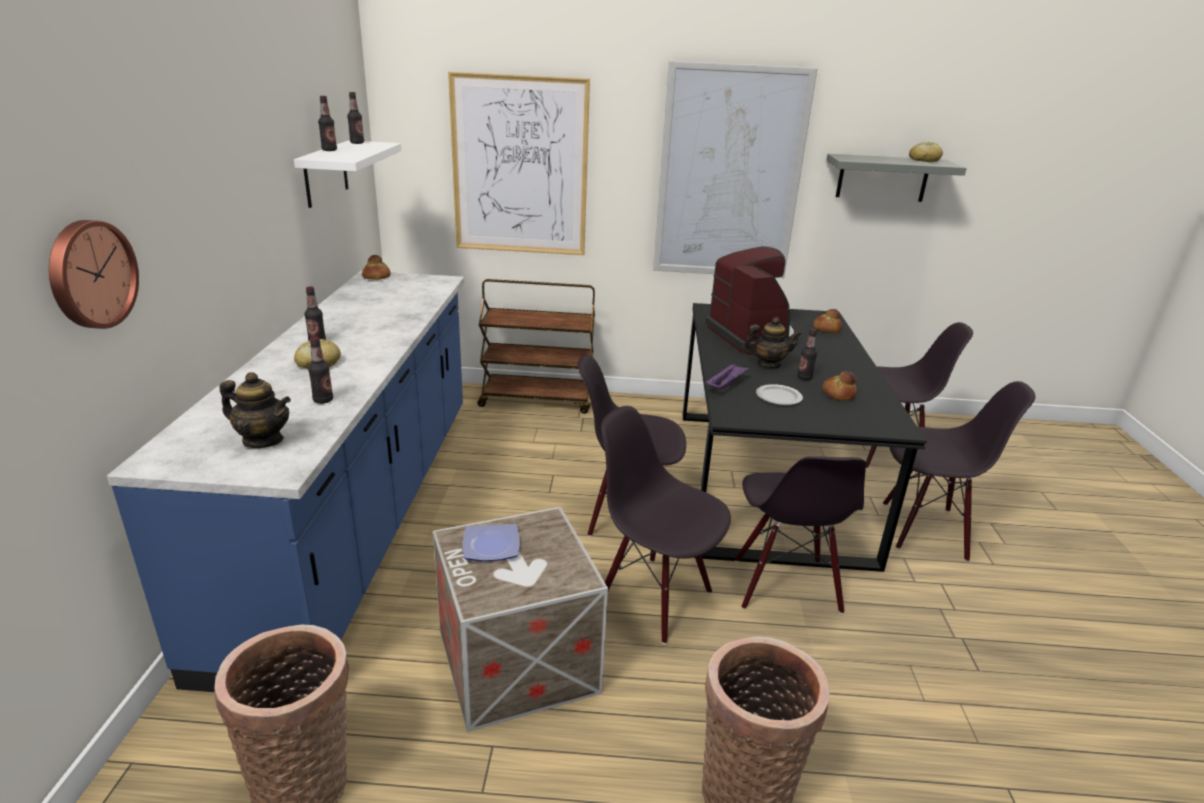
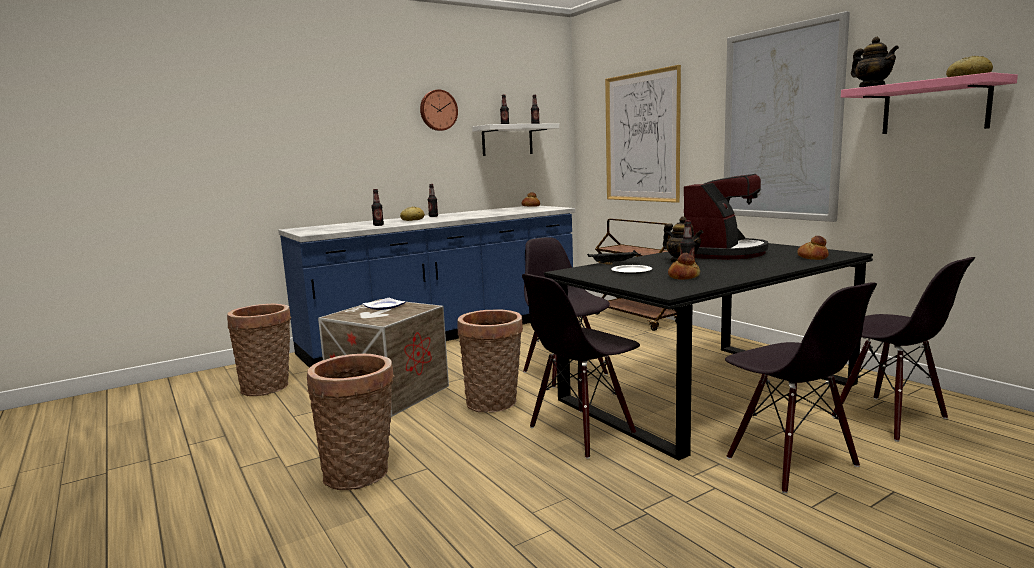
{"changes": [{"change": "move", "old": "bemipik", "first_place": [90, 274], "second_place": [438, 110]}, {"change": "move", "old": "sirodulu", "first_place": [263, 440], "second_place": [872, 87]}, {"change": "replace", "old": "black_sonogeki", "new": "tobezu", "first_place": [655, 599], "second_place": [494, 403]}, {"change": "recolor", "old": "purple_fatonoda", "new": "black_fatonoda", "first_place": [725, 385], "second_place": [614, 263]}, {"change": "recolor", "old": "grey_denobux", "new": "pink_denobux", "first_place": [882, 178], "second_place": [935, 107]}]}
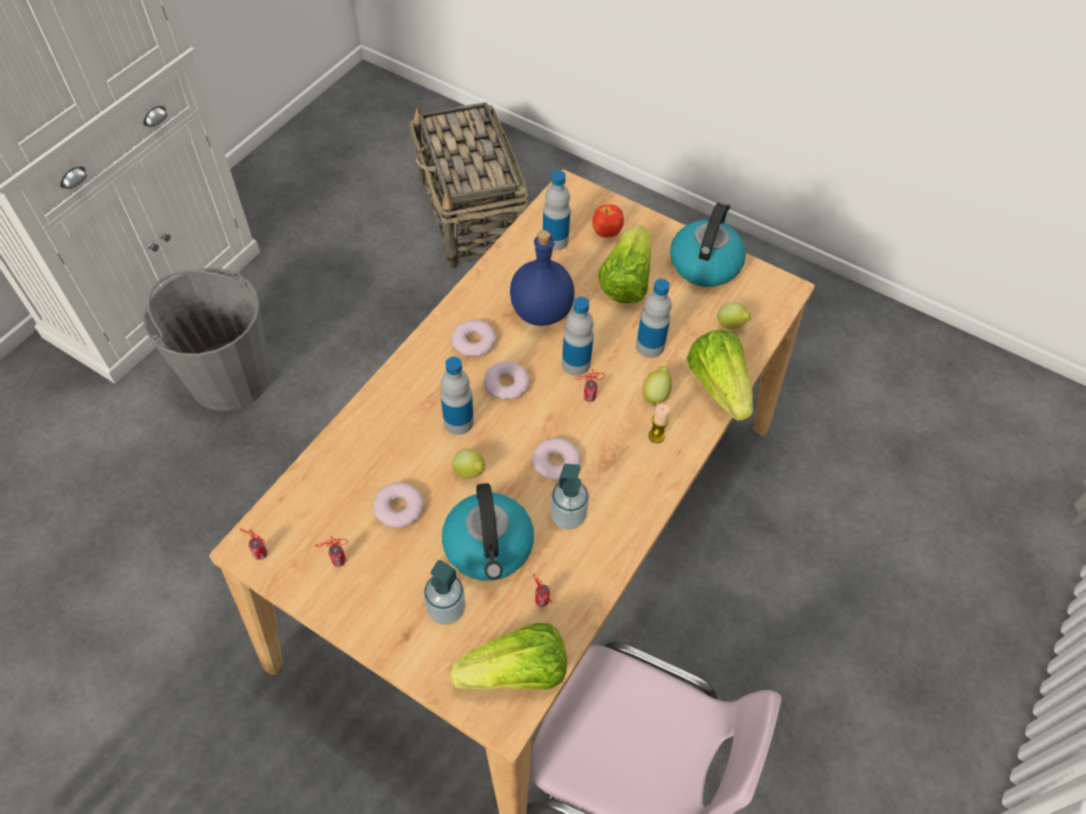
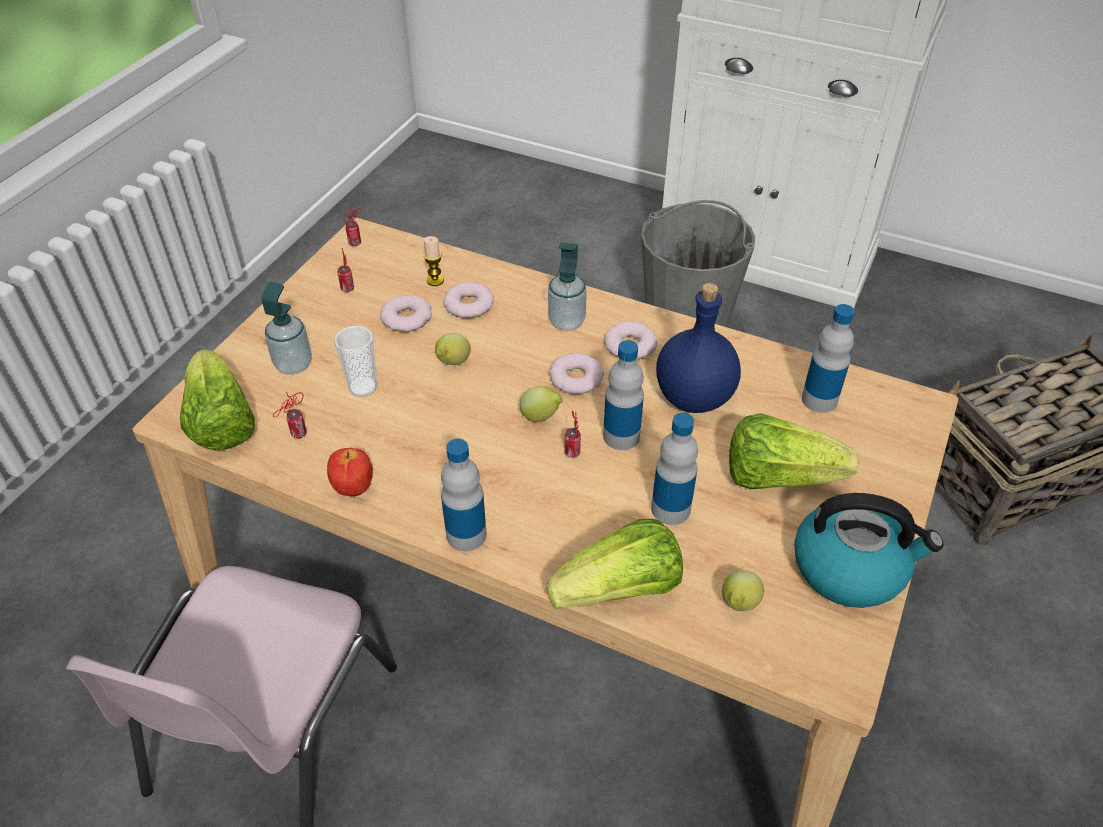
{"changes": [{"change": "move", "old": "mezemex", "first_place": [458, 421], "second_place": [466, 535]}, {"change": "replace", "old": "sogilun", "new": "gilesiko", "first_place": [489, 547], "second_place": [363, 387]}, {"change": "move", "old": "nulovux", "first_place": [555, 462], "second_place": [468, 305]}, {"change": "move", "old": "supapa", "first_place": [568, 516], "second_place": [566, 322]}, {"change": "move", "old": "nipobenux", "first_place": [606, 233], "second_place": [353, 488]}, {"change": "move", "old": "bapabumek", "first_place": [656, 394], "second_place": [541, 417]}, {"change": "move", "old": "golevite", "first_place": [656, 436], "second_place": [435, 280]}]}
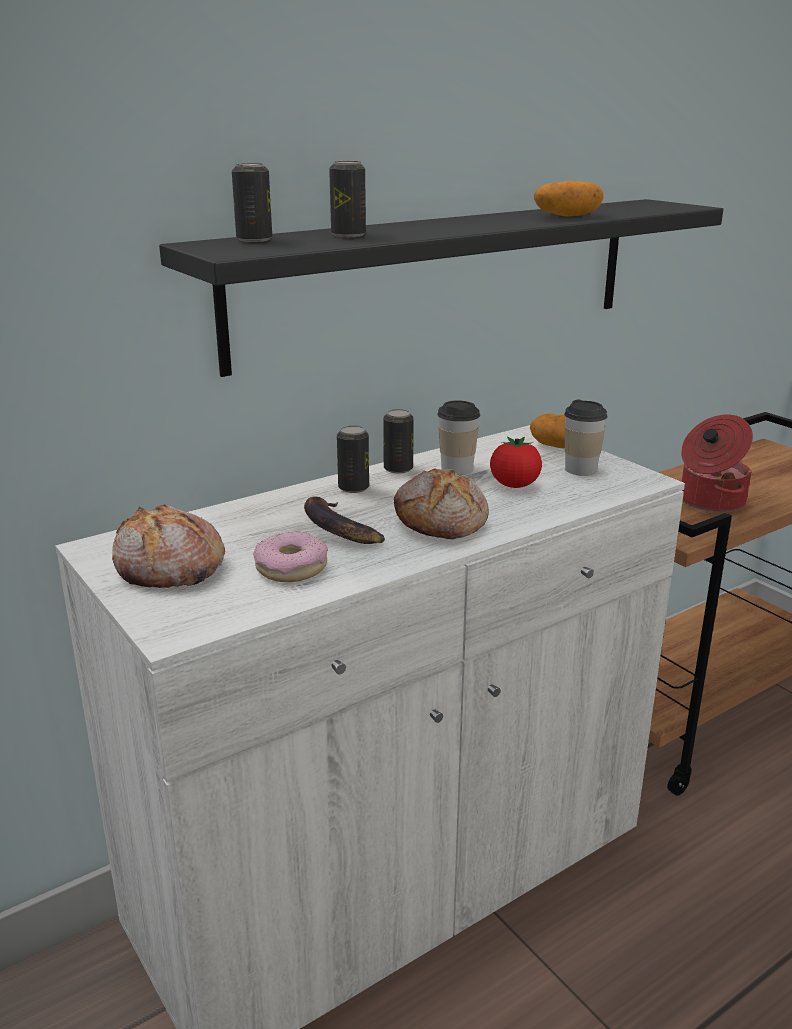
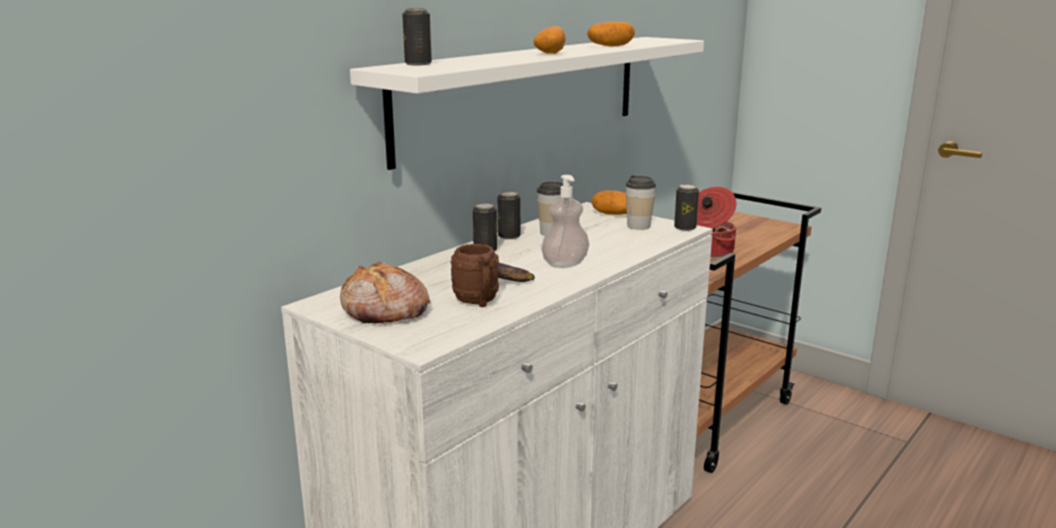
{"changes": [{"change": "recolor", "old": "black_denobux", "new": "white_denobux", "first_place": [442, 279], "second_place": [525, 94]}, {"change": "replace", "old": "nulovux", "new": "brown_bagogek", "first_place": [291, 568], "second_place": [478, 301]}, {"change": "move", "old": "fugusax", "first_place": [348, 235], "second_place": [685, 228]}, {"change": "replace", "old": "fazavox", "new": "supapa", "first_place": [442, 521], "second_place": [565, 264]}, {"change": "delete", "old": "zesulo", "first_place": [514, 485]}, {"change": "insert", "new": "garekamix", "second_place": [550, 54]}]}
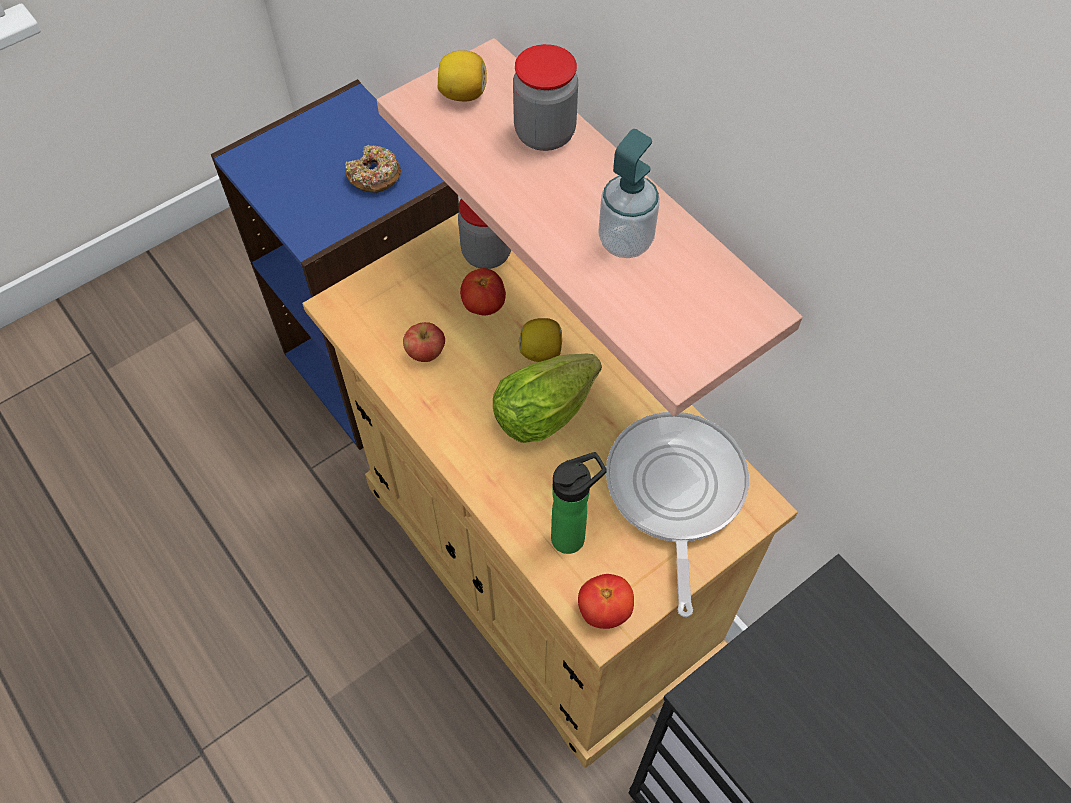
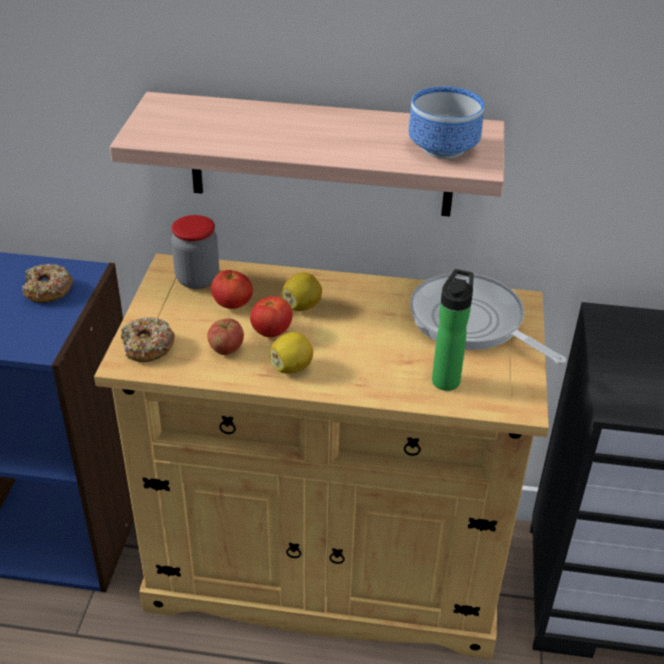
{"changes": [{"change": "move", "old": "bapabumek", "first_place": [463, 94], "second_place": [291, 367]}, {"change": "delete", "old": "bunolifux", "first_place": [549, 409]}, {"change": "delete", "old": "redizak", "first_place": [545, 134]}, {"change": "move", "old": "zesulo", "first_place": [604, 610], "second_place": [271, 332]}, {"change": "delete", "old": "supapa", "first_place": [625, 241]}, {"change": "insert", "new": "nulovux", "second_place": [147, 347]}, {"change": "insert", "new": "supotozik", "second_place": [439, 148]}]}
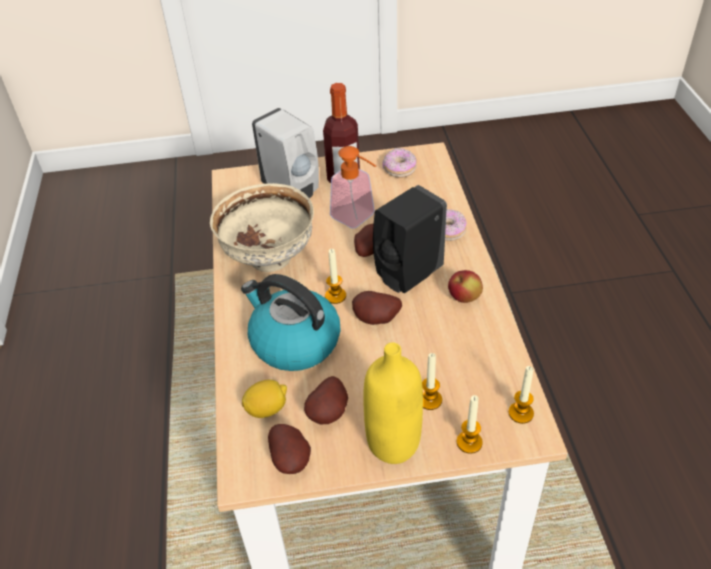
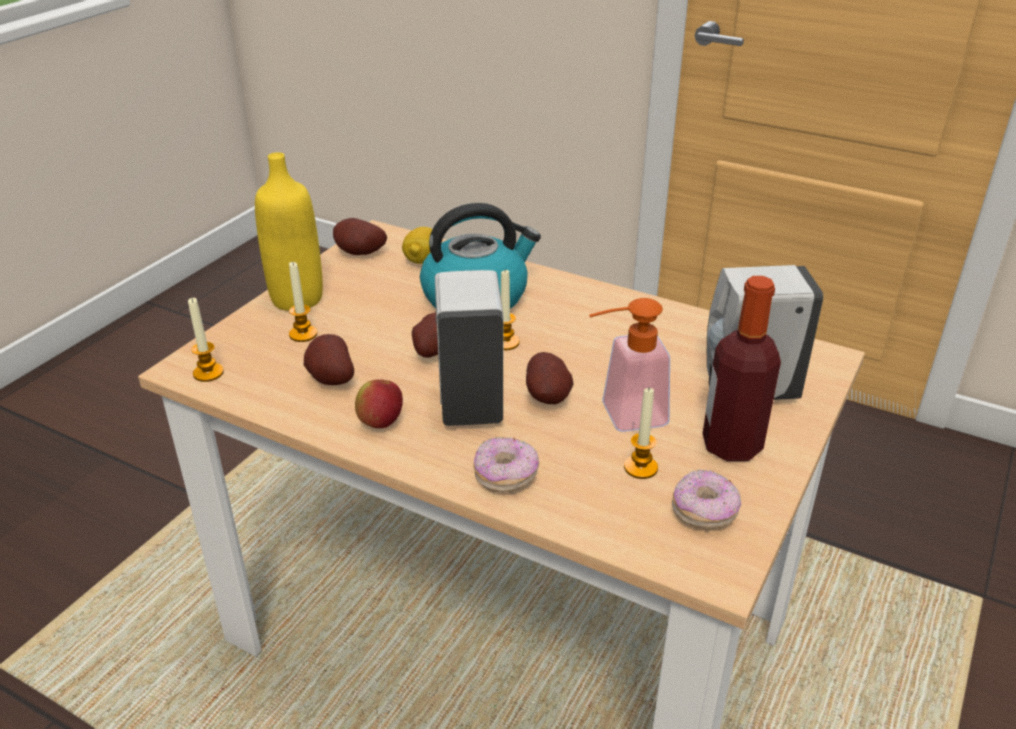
{"changes": [{"change": "delete", "old": "beige_supotozik", "first_place": [268, 258]}, {"change": "move", "old": "garekamix", "first_place": [330, 413], "second_place": [329, 379]}, {"change": "recolor", "old": "black_supapa", "new": "white_supapa", "first_place": [407, 276], "second_place": [470, 401]}, {"change": "move", "old": "golevite", "first_place": [469, 442], "second_place": [640, 468]}]}
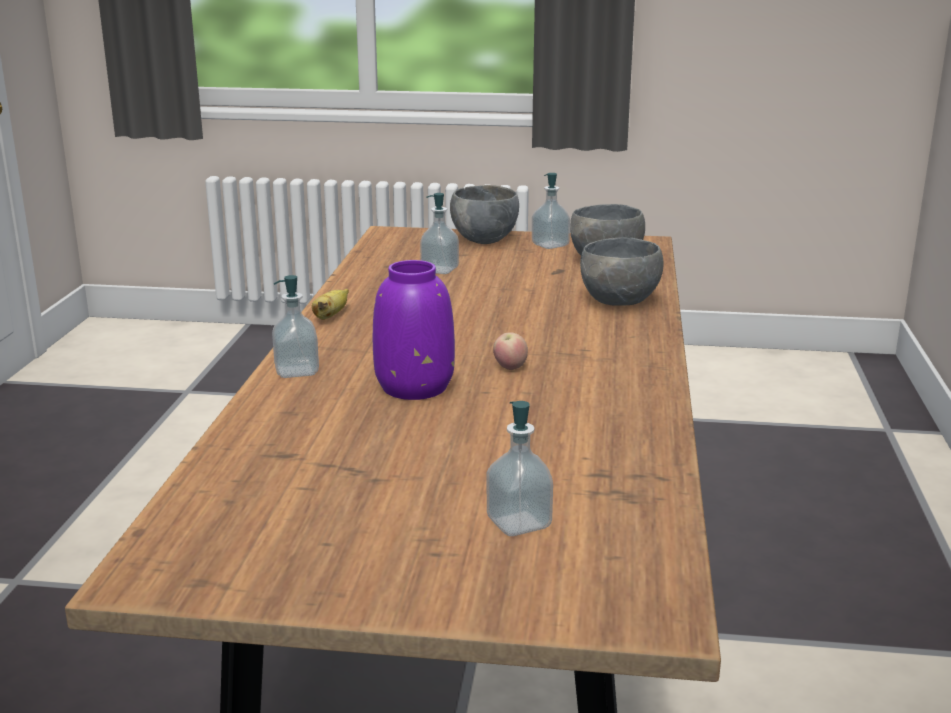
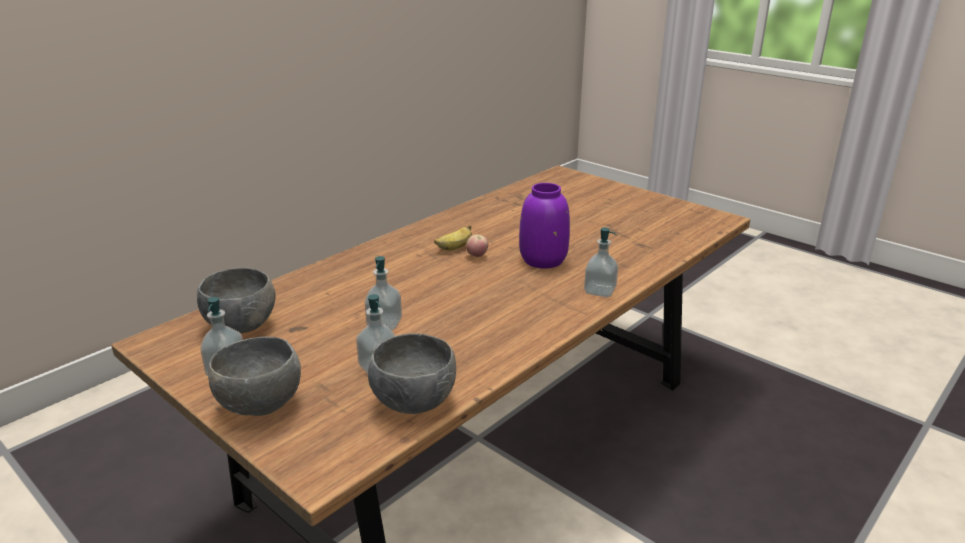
{"changes": [{"change": "move", "old": "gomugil", "first_place": [330, 316], "second_place": [454, 248]}, {"change": "move", "old": "supapa", "first_place": [518, 523], "second_place": [384, 324]}, {"change": "move", "old": "grey_supotozik", "first_place": [620, 302], "second_place": [413, 402]}]}
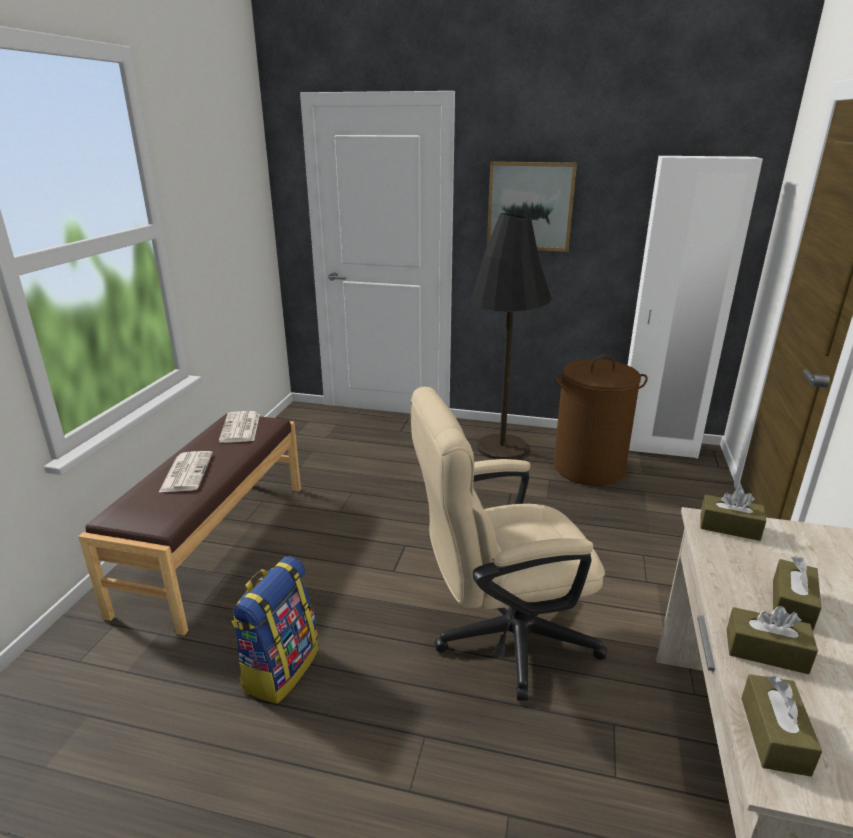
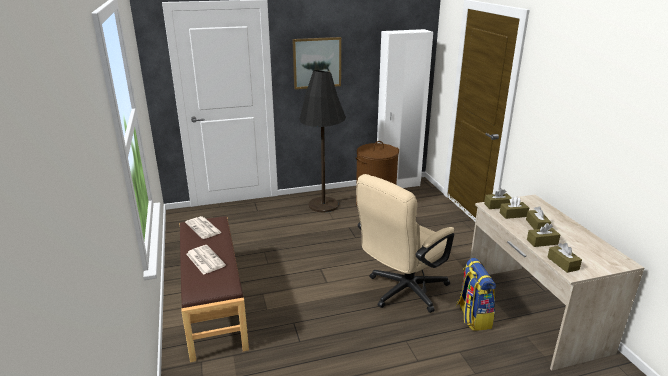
{"changes": [{"change": "move", "old": "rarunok", "first_place": [280, 668], "second_place": [472, 317]}, {"change": "insert", "new": "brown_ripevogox", "second_place": [513, 214]}]}
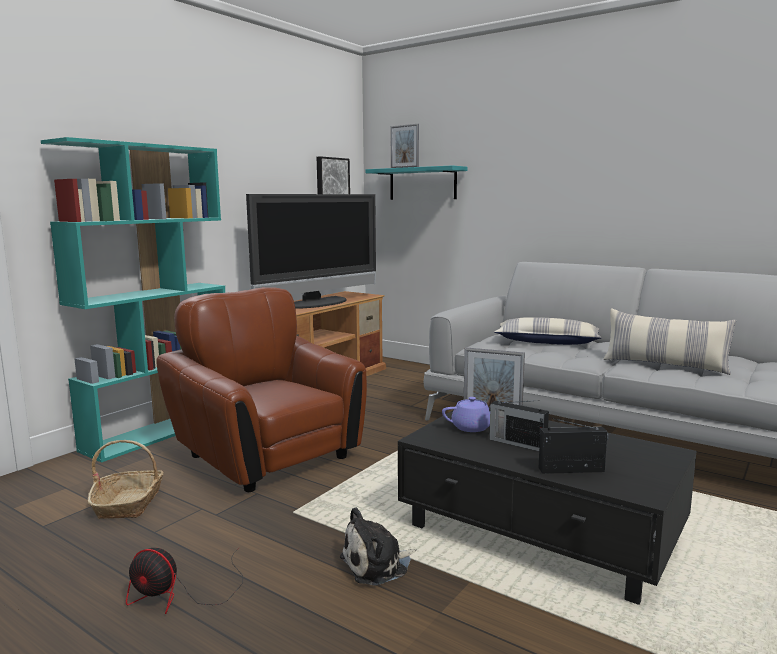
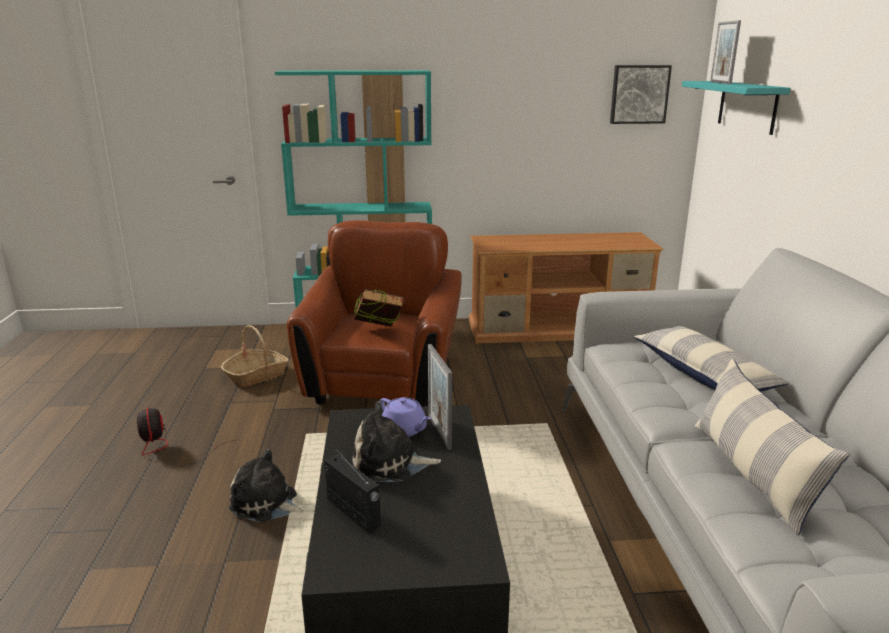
{"changes": [{"change": "delete", "old": "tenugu", "first_place": [316, 303]}, {"change": "replace", "old": "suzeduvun", "new": "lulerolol", "first_place": [516, 443], "second_place": [390, 464]}, {"change": "insert", "new": "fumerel", "second_place": [379, 333]}]}
